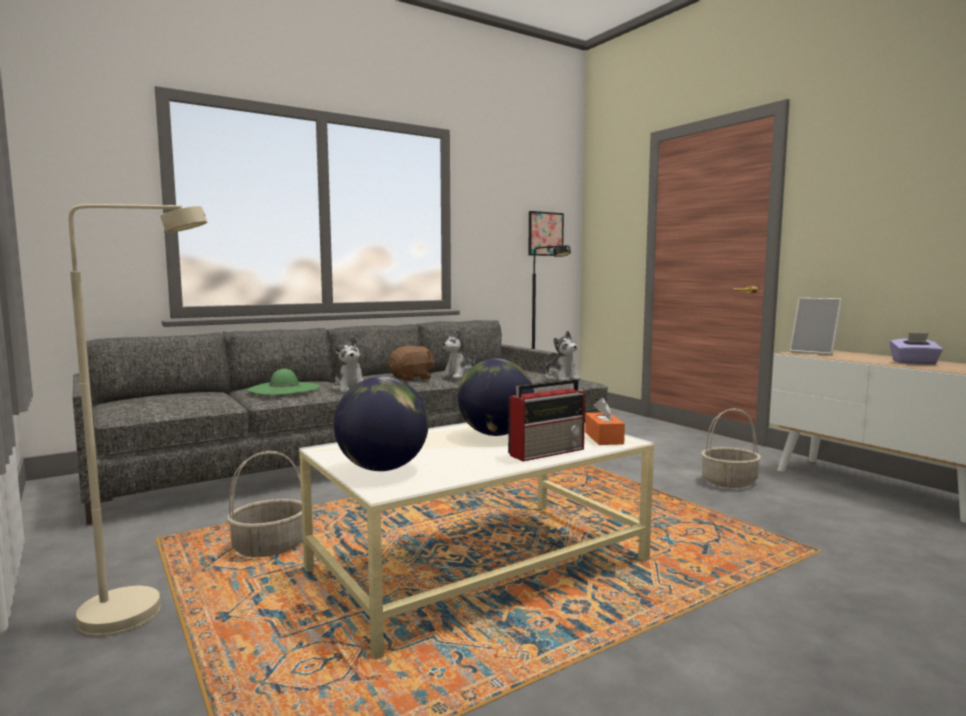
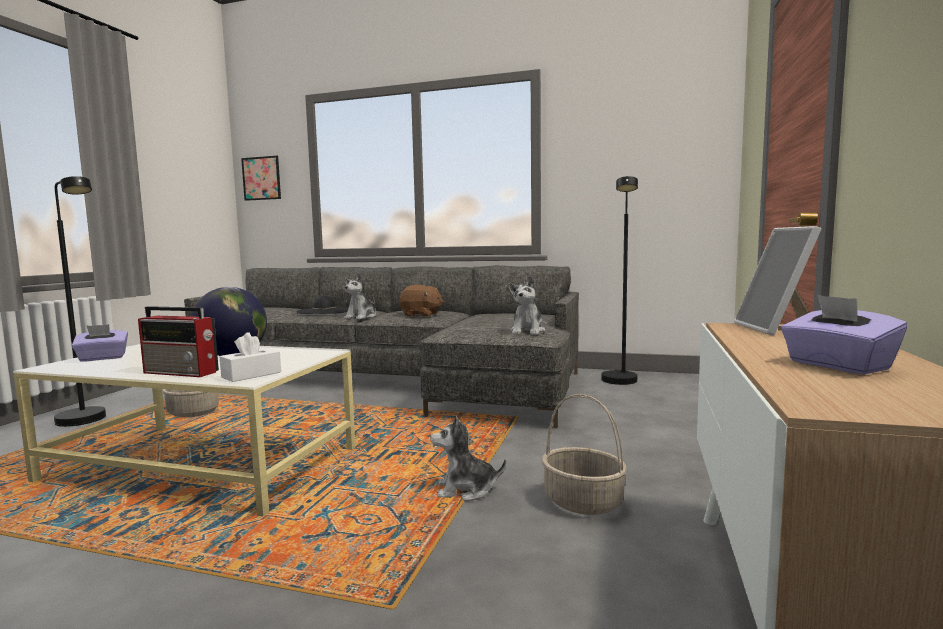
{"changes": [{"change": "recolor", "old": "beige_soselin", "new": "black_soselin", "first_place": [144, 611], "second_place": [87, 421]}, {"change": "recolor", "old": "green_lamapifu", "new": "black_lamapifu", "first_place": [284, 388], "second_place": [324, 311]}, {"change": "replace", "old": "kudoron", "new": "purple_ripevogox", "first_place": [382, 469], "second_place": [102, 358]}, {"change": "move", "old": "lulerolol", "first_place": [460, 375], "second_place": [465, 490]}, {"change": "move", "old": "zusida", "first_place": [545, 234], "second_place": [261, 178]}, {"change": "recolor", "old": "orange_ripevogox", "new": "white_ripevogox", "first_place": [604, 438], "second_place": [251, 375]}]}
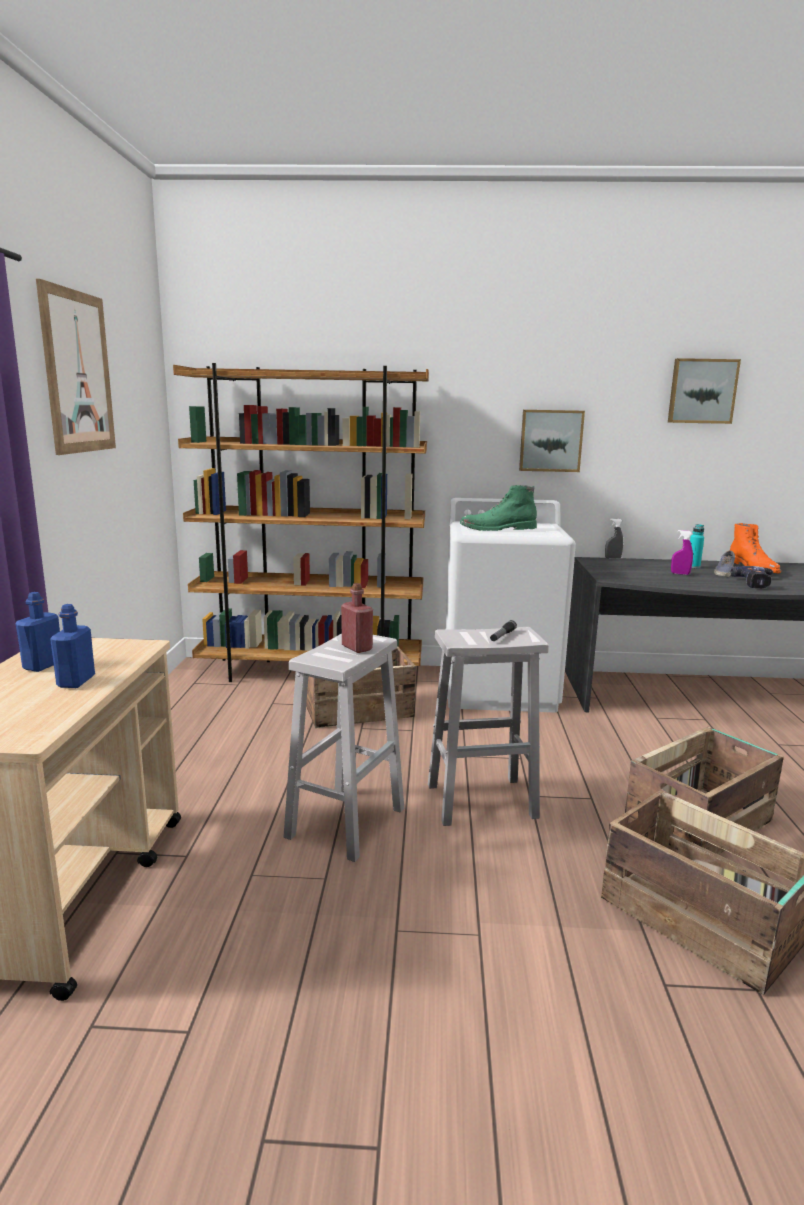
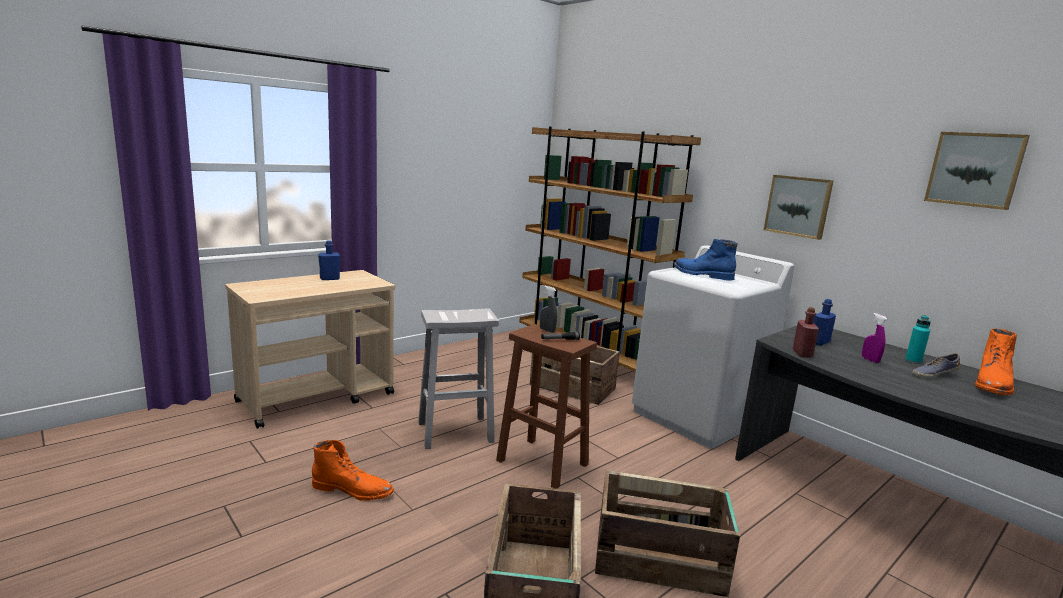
{"changes": [{"change": "delete", "old": "zusida", "first_place": [78, 372]}, {"change": "move", "old": "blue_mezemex", "first_place": [76, 681], "second_place": [819, 342]}, {"change": "move", "old": "red_mezemex", "first_place": [357, 648], "second_place": [802, 353]}, {"change": "recolor", "old": "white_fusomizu", "new": "brown_fusomizu", "first_place": [483, 800], "second_place": [543, 463]}, {"change": "recolor", "old": "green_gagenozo", "new": "blue_gagenozo", "first_place": [497, 529], "second_place": [701, 275]}, {"change": "move", "old": "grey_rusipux", "first_place": [613, 558], "second_place": [547, 330]}, {"change": "delete", "old": "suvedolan", "first_place": [757, 583]}, {"change": "insert", "new": "orange_gagenozo", "second_place": [353, 490]}]}
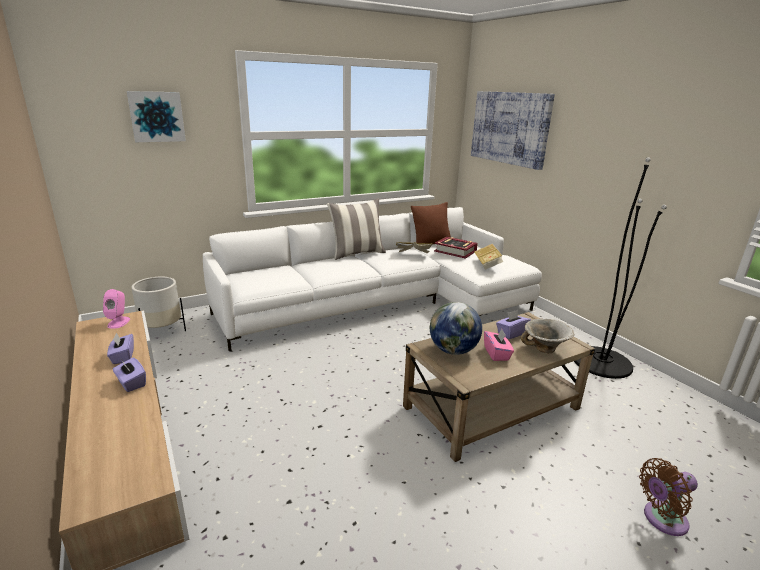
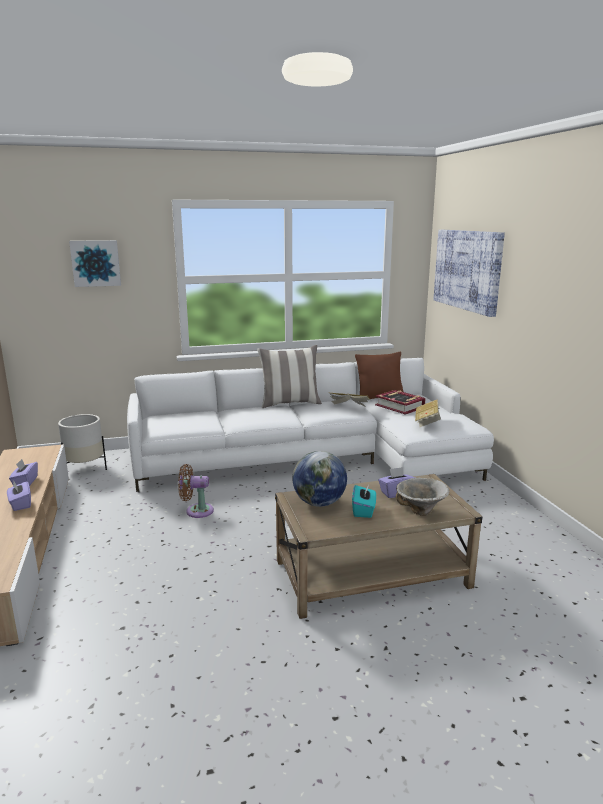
{"changes": [{"change": "delete", "old": "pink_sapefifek", "first_place": [119, 322]}, {"change": "recolor", "old": "pink_ripevogox", "new": "turquoise_ripevogox", "first_place": [496, 354], "second_place": [363, 510]}, {"change": "delete", "old": "black_soselin", "first_place": [601, 362]}, {"change": "move", "old": "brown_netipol", "first_place": [661, 519], "second_place": [196, 511]}]}
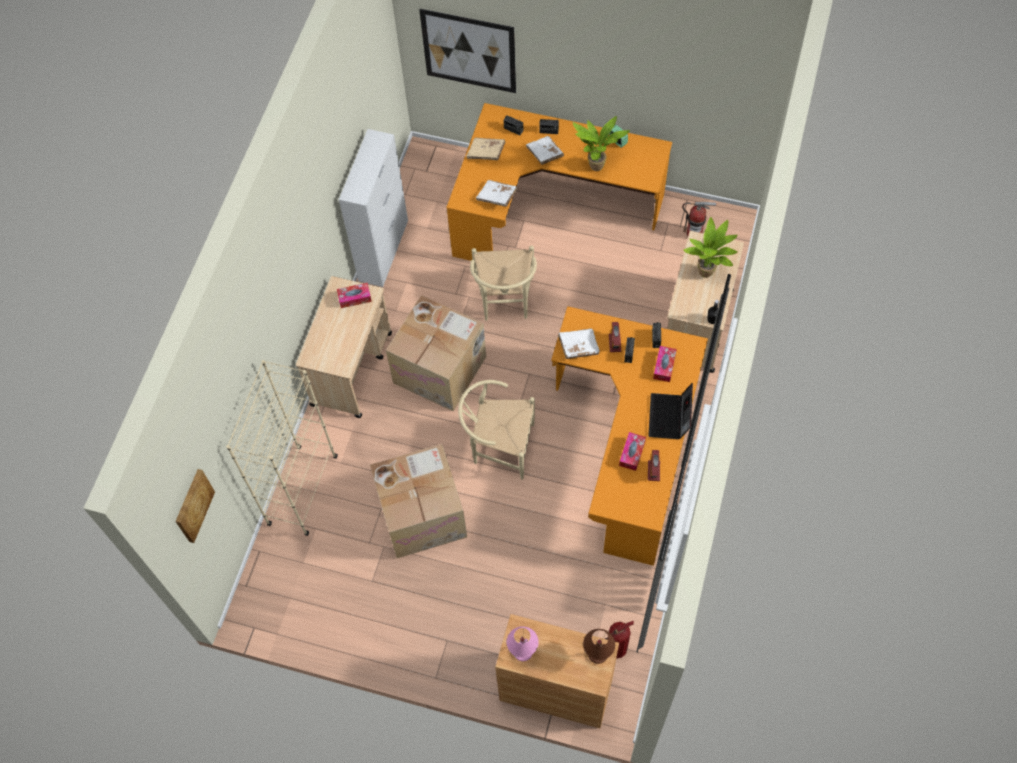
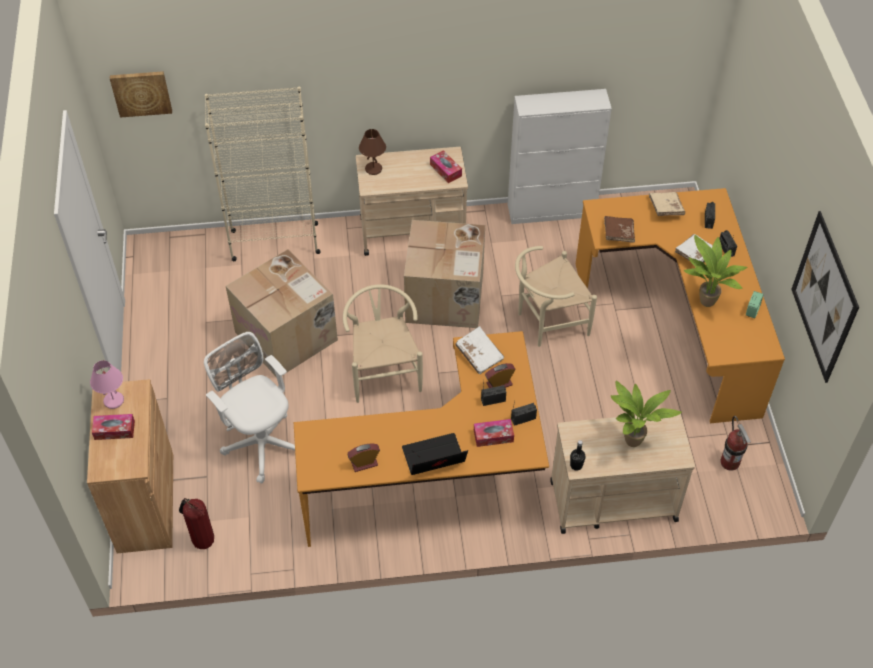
{"changes": [{"change": "move", "old": "zusida", "first_place": [469, 51], "second_place": [824, 297]}, {"change": "recolor", "old": "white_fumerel", "new": "brown_fumerel", "first_place": [497, 197], "second_place": [618, 234]}, {"change": "move", "old": "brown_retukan", "first_place": [597, 653], "second_place": [374, 169]}, {"change": "move", "old": "ripevogox", "first_place": [632, 453], "second_place": [114, 430]}, {"change": "insert", "new": "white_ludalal", "second_place": [260, 441]}]}
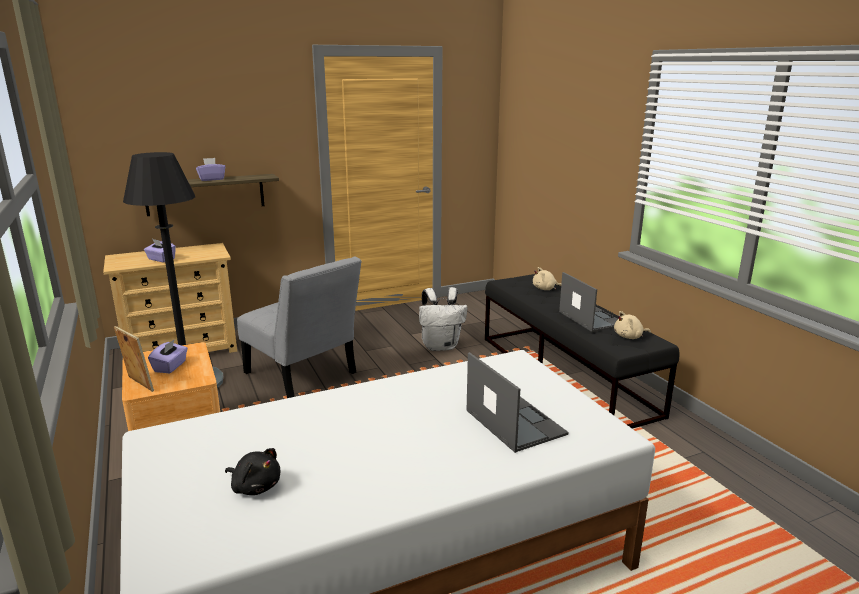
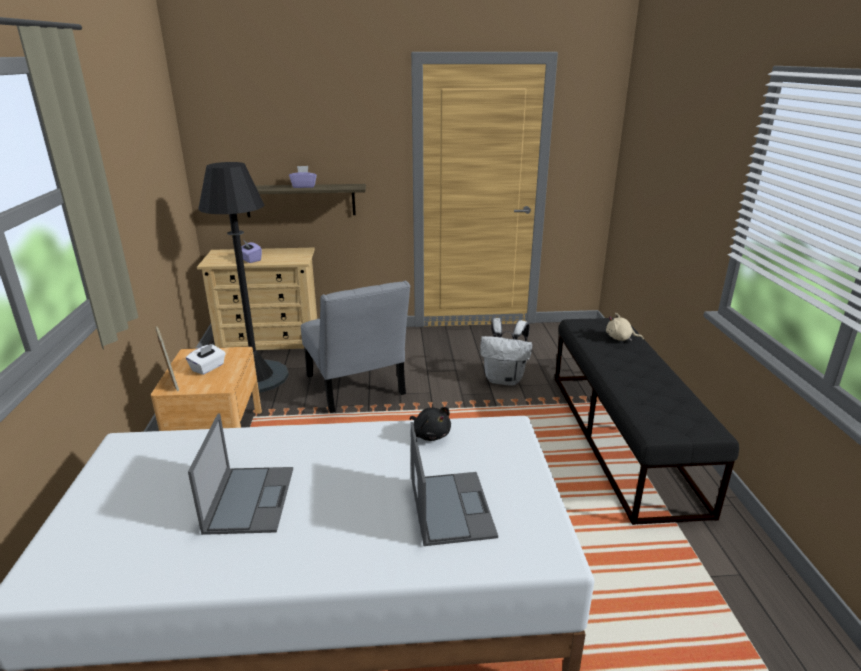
{"changes": [{"change": "recolor", "old": "purple_ripevogox", "new": "white_ripevogox", "first_place": [170, 367], "second_place": [208, 368]}, {"change": "move", "old": "black_lulerolol", "first_place": [255, 486], "second_place": [430, 434]}, {"change": "move", "old": "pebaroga", "first_place": [591, 318], "second_place": [250, 498]}, {"change": "delete", "old": "beige_lulerolol", "first_place": [629, 337]}]}
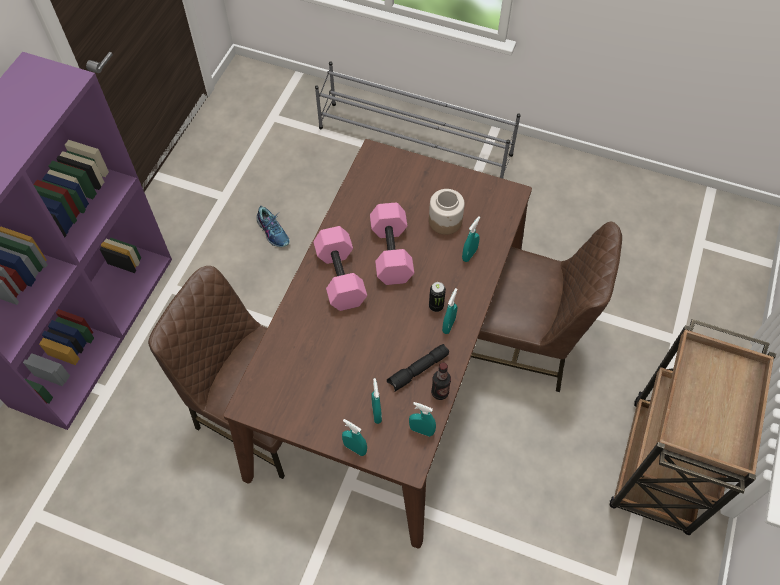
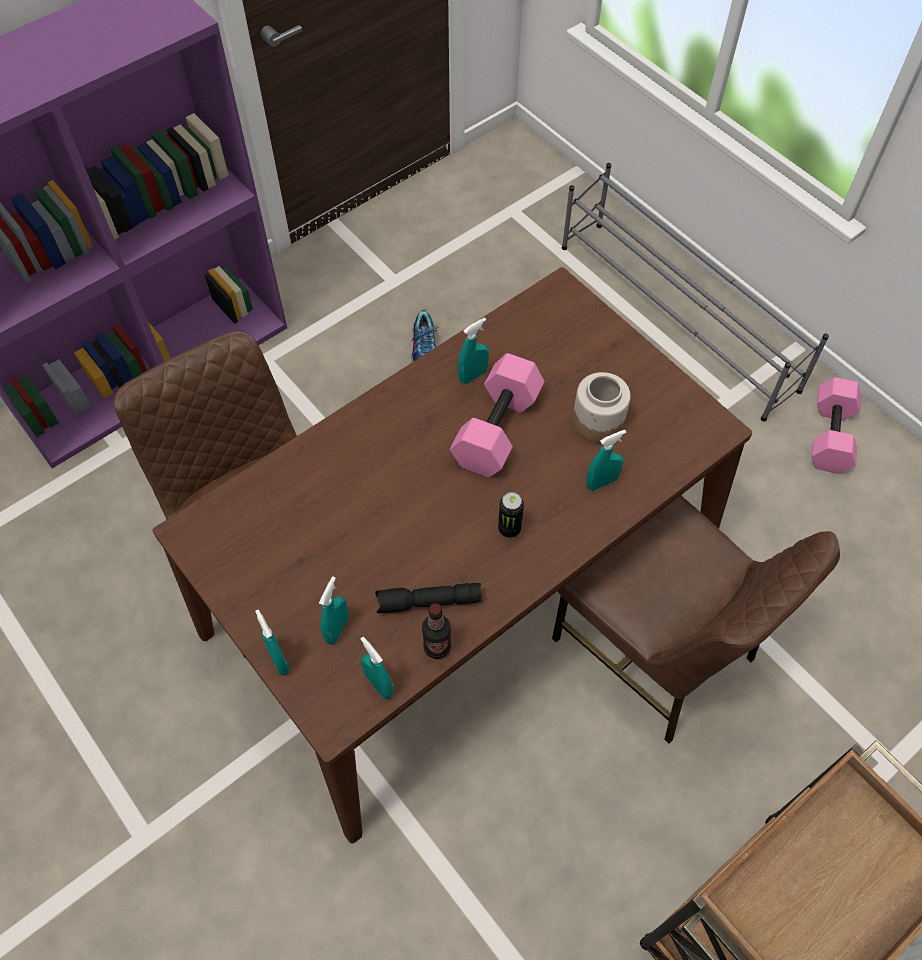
{"changes": [{"change": "move", "old": "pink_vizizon", "first_place": [342, 277], "second_place": [831, 437]}, {"change": "move", "old": "turquoise_rusipux", "first_place": [448, 325], "second_place": [473, 375]}]}
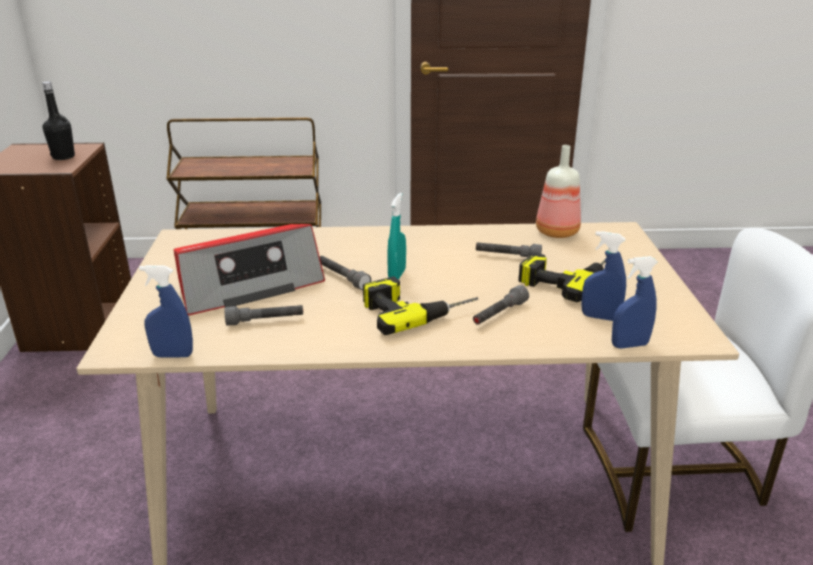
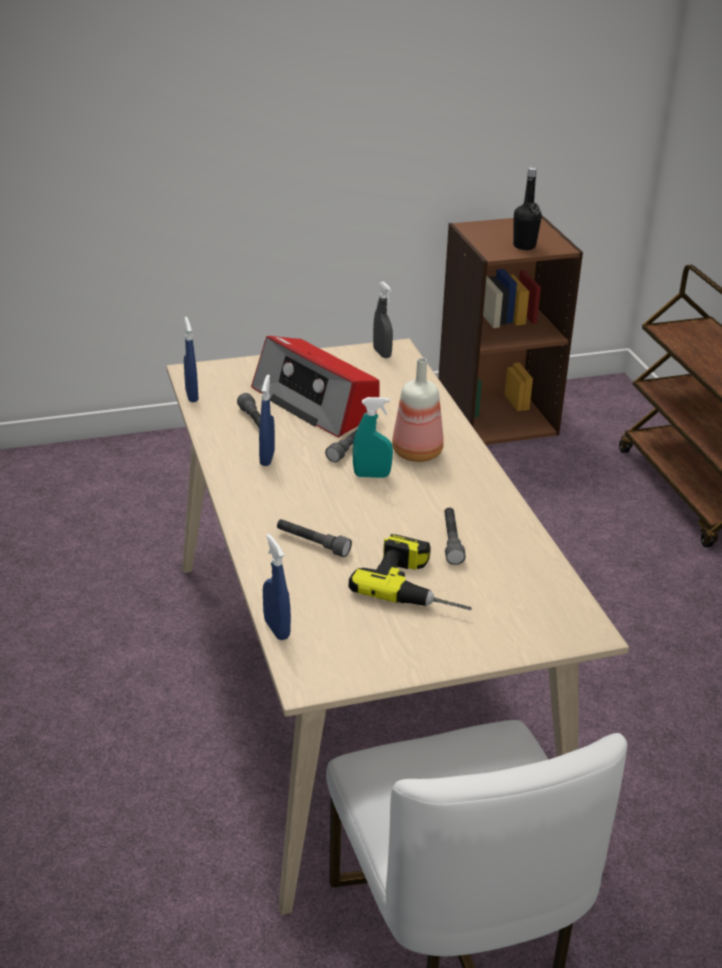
{"changes": [{"change": "delete", "old": "suvedolan", "first_place": [416, 308]}, {"change": "move", "old": "mezemex", "first_place": [556, 232], "second_place": [418, 452]}, {"change": "move", "old": "blue_rusipux", "first_place": [600, 317], "second_place": [267, 458]}, {"change": "insert", "new": "grey_rusipux", "second_place": [382, 353]}]}
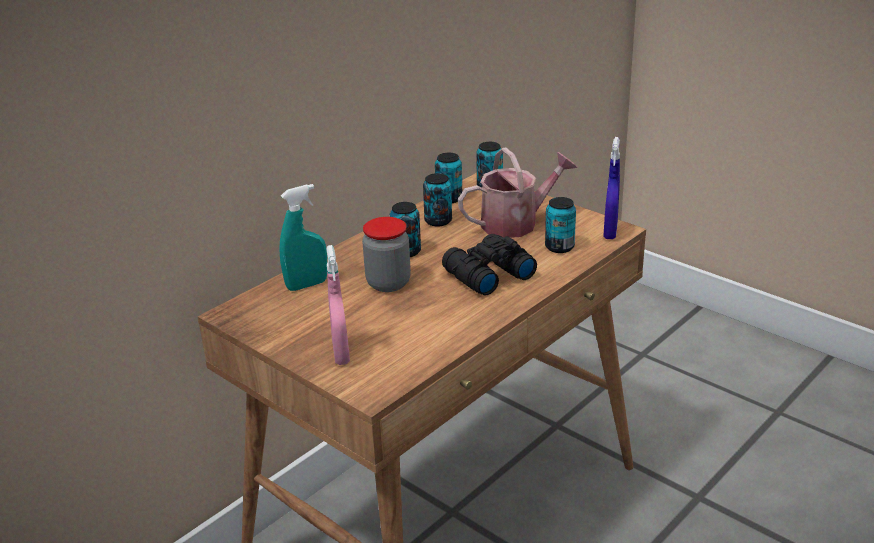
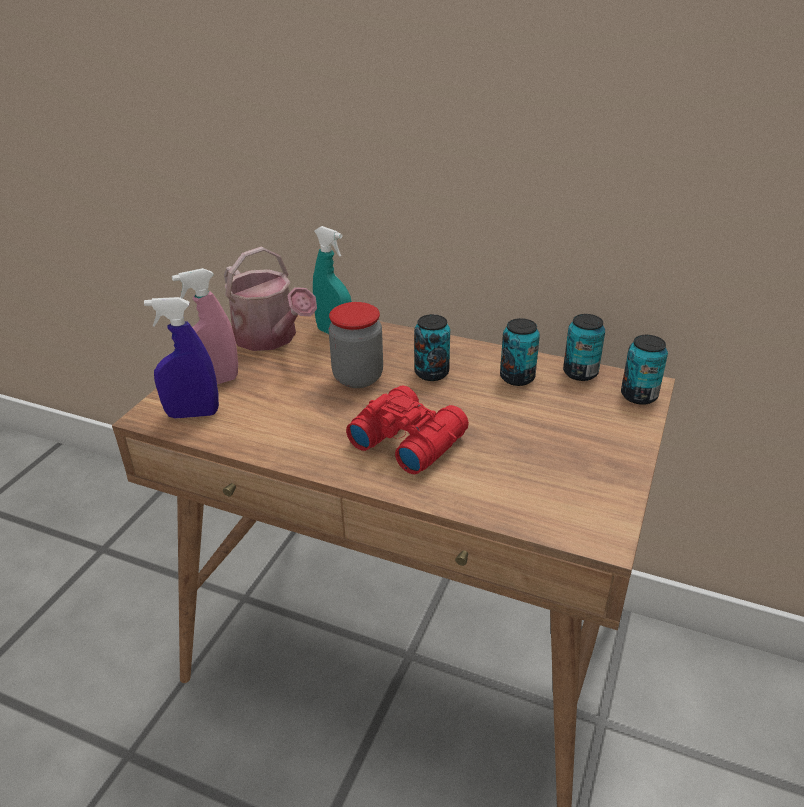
{"changes": [{"change": "recolor", "old": "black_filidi", "new": "red_filidi", "first_place": [486, 275], "second_place": [407, 439]}, {"change": "move", "old": "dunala", "first_place": [516, 223], "second_place": [270, 338]}, {"change": "delete", "old": "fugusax", "first_place": [559, 247]}, {"change": "move", "old": "blue_rusipux", "first_place": [610, 232], "second_place": [193, 414]}]}
